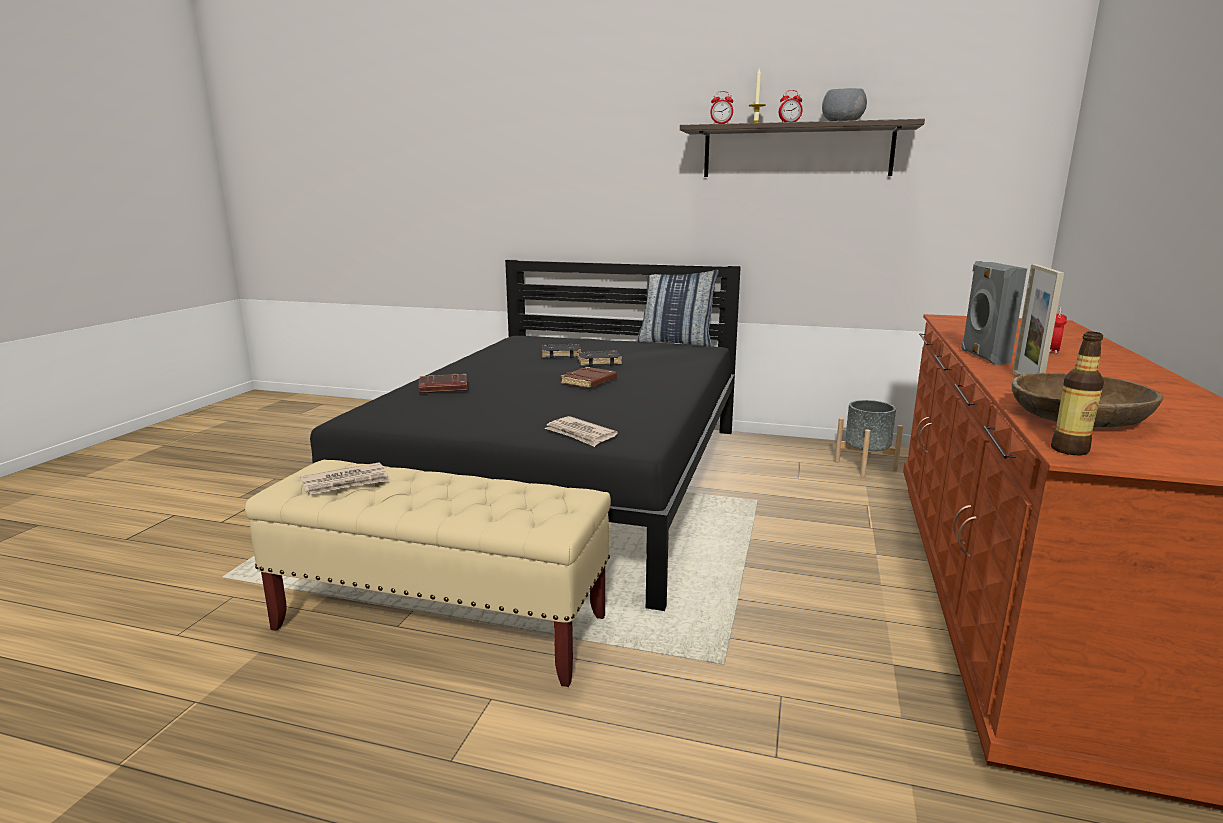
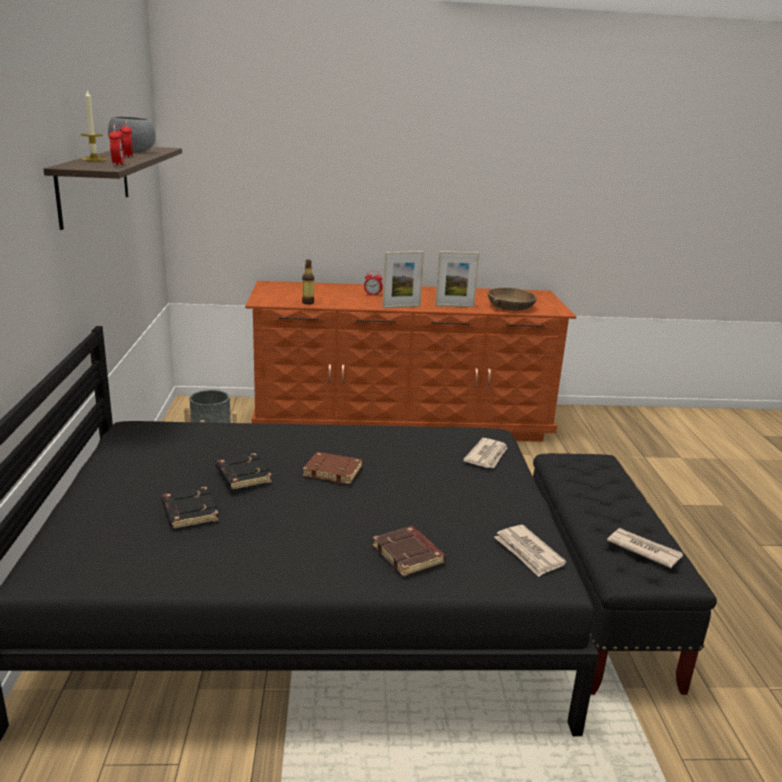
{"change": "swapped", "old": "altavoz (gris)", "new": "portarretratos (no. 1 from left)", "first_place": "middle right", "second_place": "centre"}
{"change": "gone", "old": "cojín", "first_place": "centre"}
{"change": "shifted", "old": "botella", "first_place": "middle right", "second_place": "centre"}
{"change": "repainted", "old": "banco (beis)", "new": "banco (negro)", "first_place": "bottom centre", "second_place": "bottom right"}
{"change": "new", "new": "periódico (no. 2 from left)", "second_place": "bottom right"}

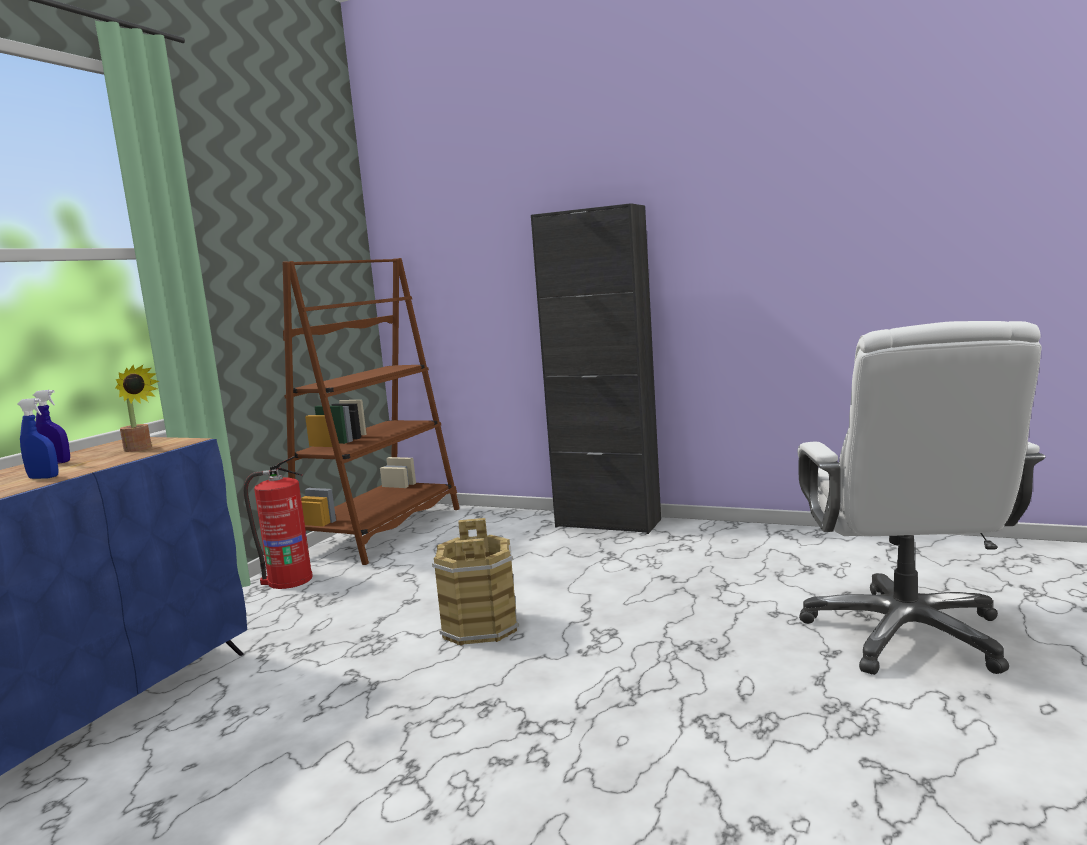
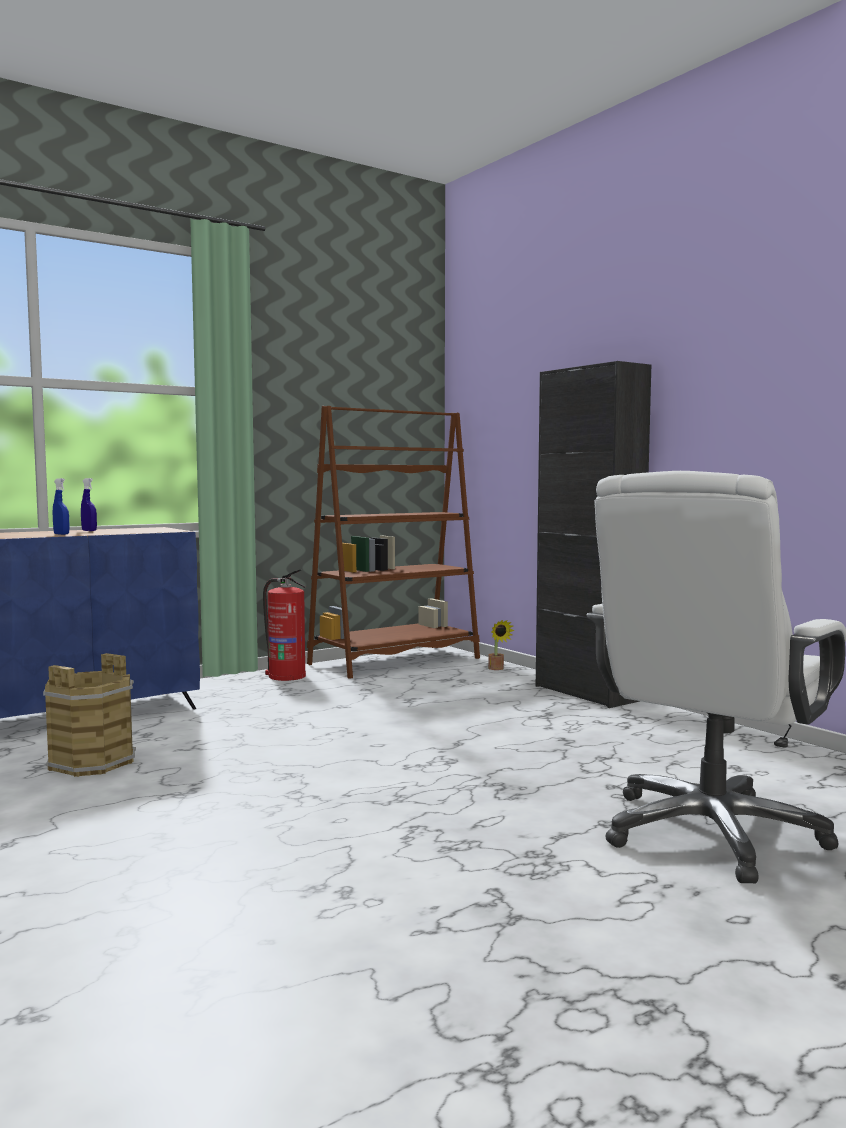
{"change": "shifted", "old": "planta en maceta", "first_place": "middle left", "second_place": "centre"}
{"change": "shifted", "old": "cubo (marrón)", "first_place": "bottom centre", "second_place": "middle left"}

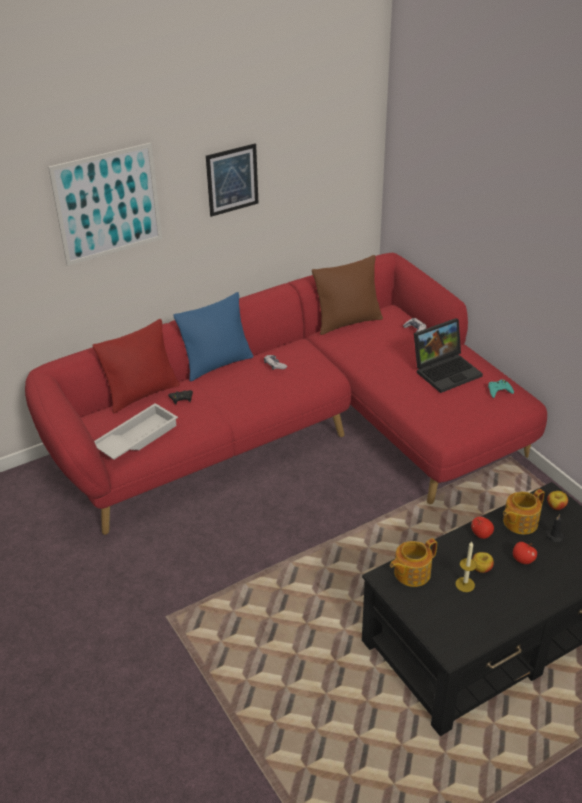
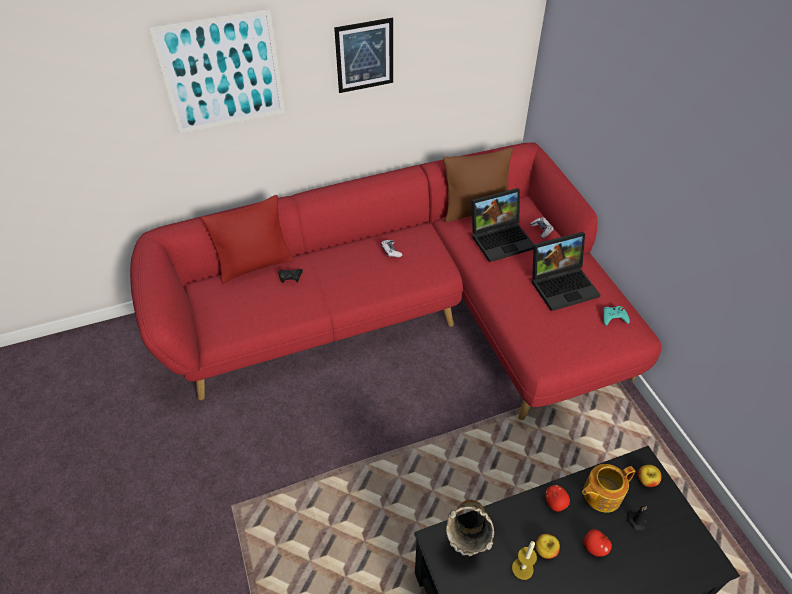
{"change": "gone", "old": "cojín (azul)", "first_place": "centre"}
{"change": "gone", "old": "bandeja (blanco)", "first_place": "middle left"}
{"change": "swapped", "old": "tetera (no. 1 from left)", "new": "florero (beis)", "first_place": "bottom right", "second_place": "bottom centre"}
{"change": "new", "new": "portátil (no. 1 from left)", "second_place": "centre"}

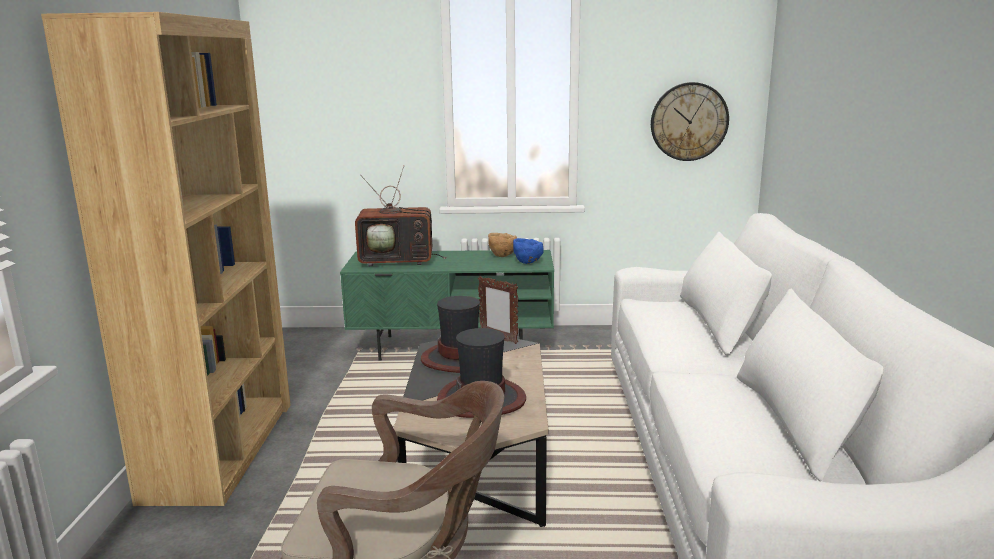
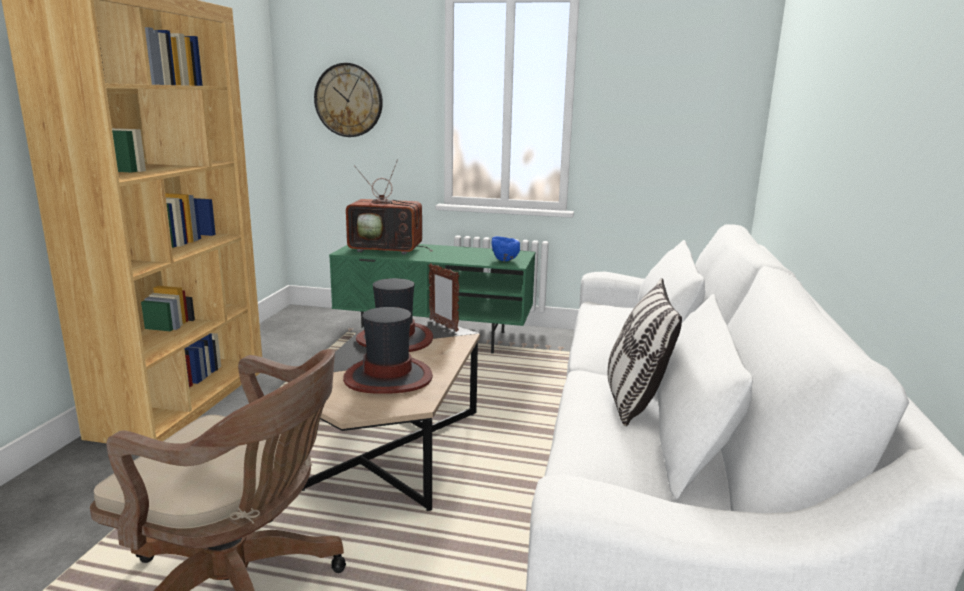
{"change": "shifted", "old": "reloj de pared", "first_place": "top right", "second_place": "top centre"}
{"change": "gone", "old": "cuenco (marrón)", "first_place": "centre"}
{"change": "new", "new": "cojín", "second_place": "middle right"}

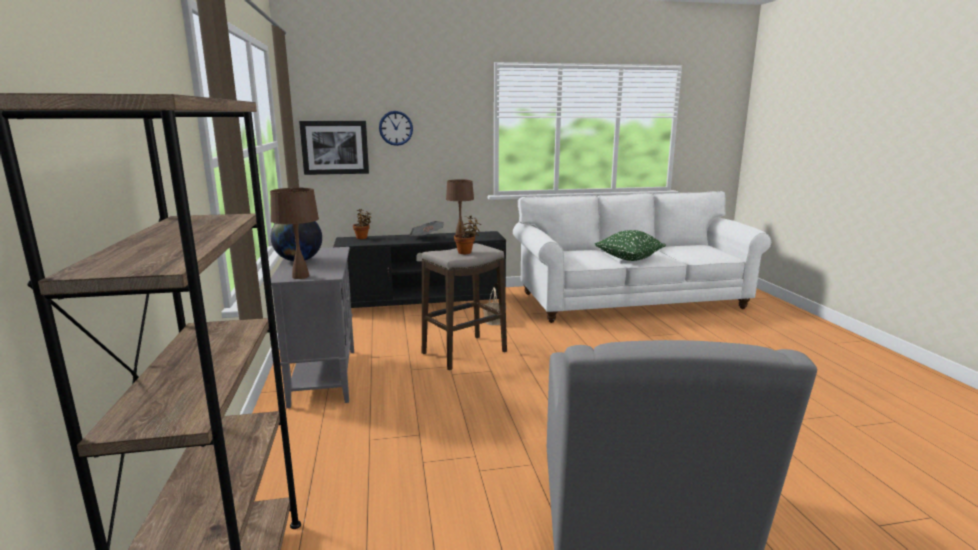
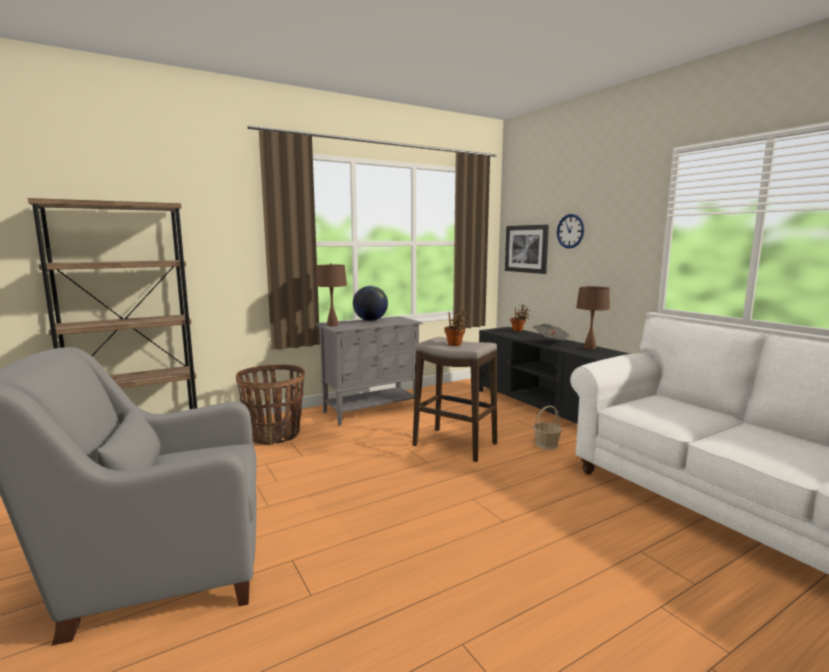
{"change": "gone", "old": "cojín (verde)", "first_place": "centre"}
{"change": "new", "new": "cesta (no. 1 from left)", "second_place": "middle left"}

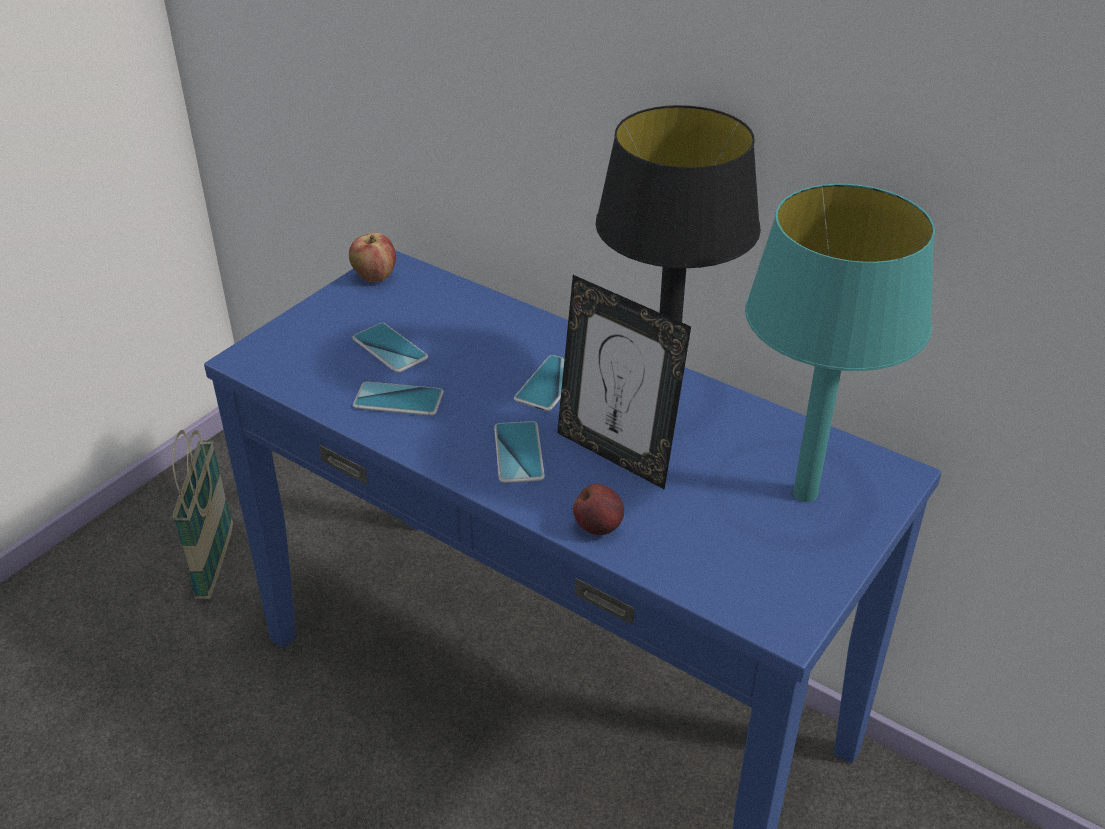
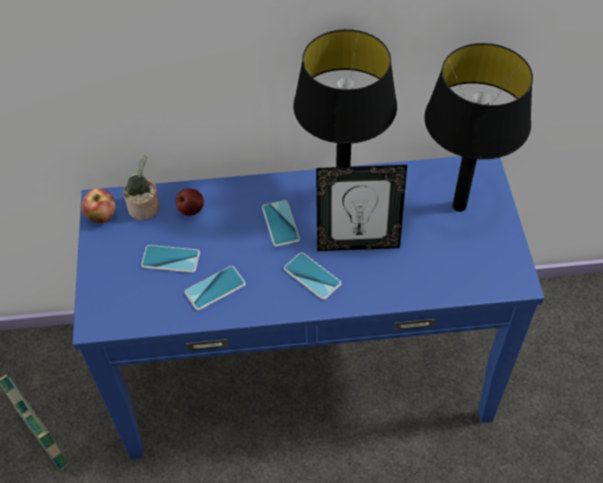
{"change": "repainted", "old": "lámpara de mesa (turquesa)", "new": "lámpara de mesa (negro) (no. 2 from left)", "first_place": "middle right", "second_place": "top right"}
{"change": "shifted", "old": "manzana (no. 2 from left)", "first_place": "centre", "second_place": "middle left"}
{"change": "new", "new": "planta en maceta", "second_place": "middle left"}

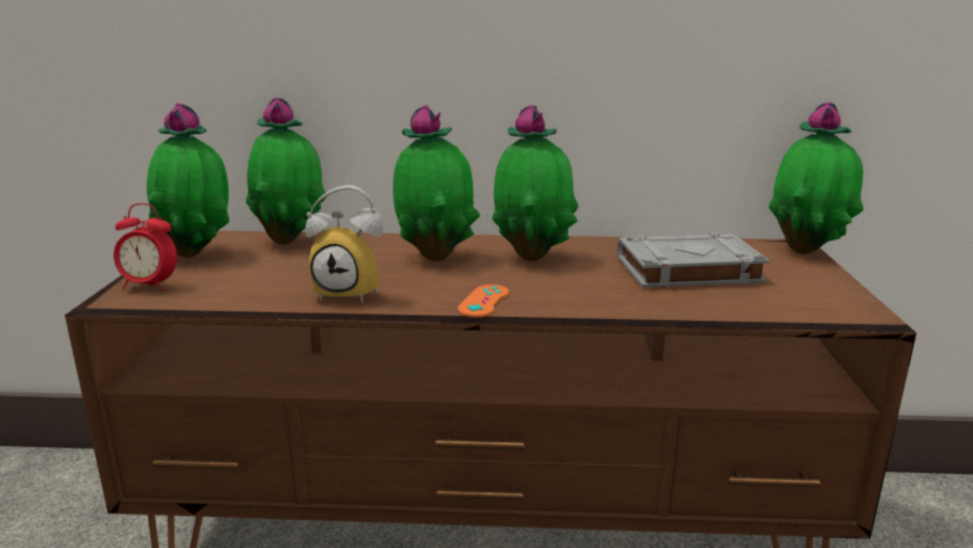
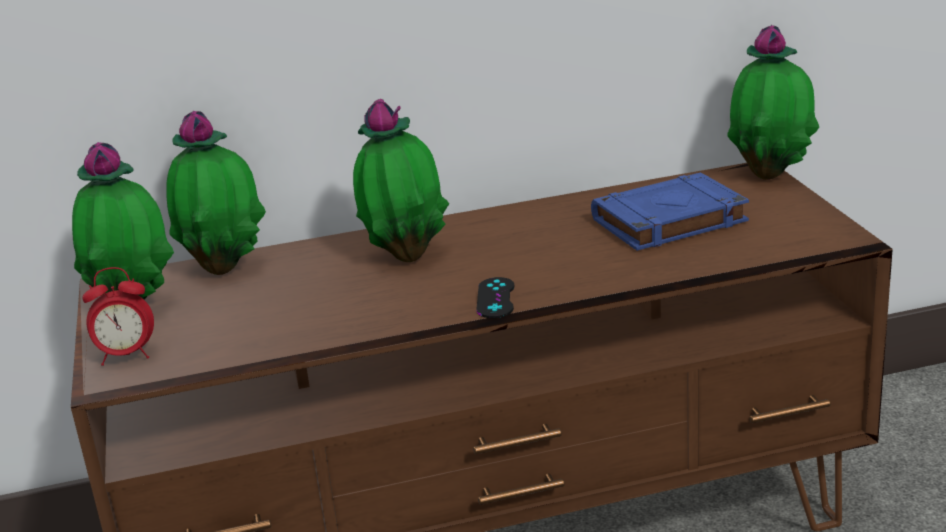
{"change": "gone", "old": "planta en maceta (no. 4 from left)", "first_place": "centre"}
{"change": "gone", "old": "despertador (no. 2 from left)", "first_place": "centre"}
{"change": "repainted", "old": "libro (gris)", "new": "libro (azul)", "first_place": "middle right", "second_place": "middle right"}
{"change": "repainted", "old": "mando de consola (naranja)", "new": "mando de consola (negro)", "first_place": "centre", "second_place": "centre"}

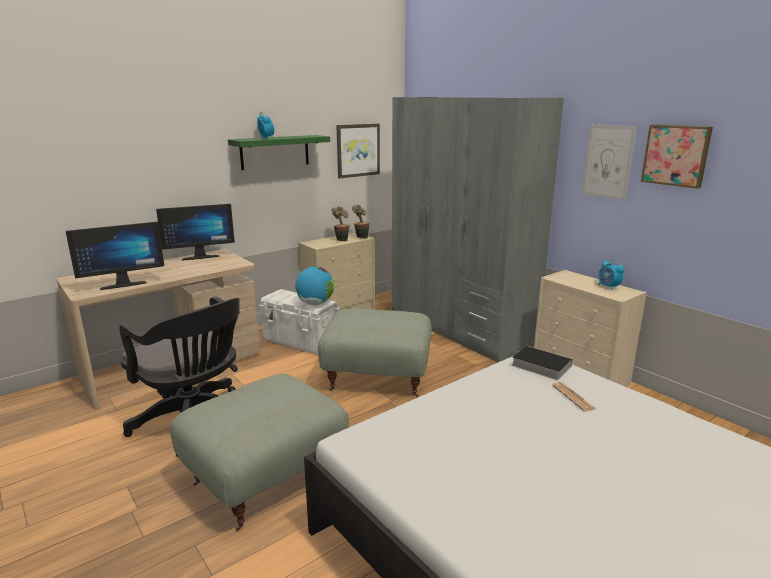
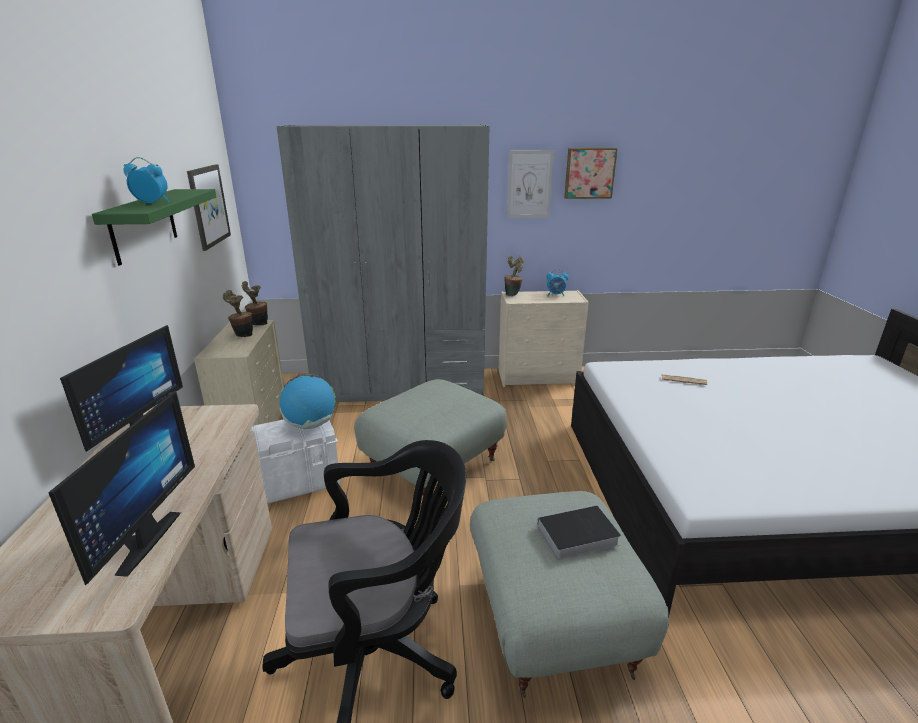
{"change": "shifted", "old": "libro", "first_place": "middle right", "second_place": "bottom centre"}
{"change": "new", "new": "planta en maceta (no. 3 from left)", "second_place": "centre"}

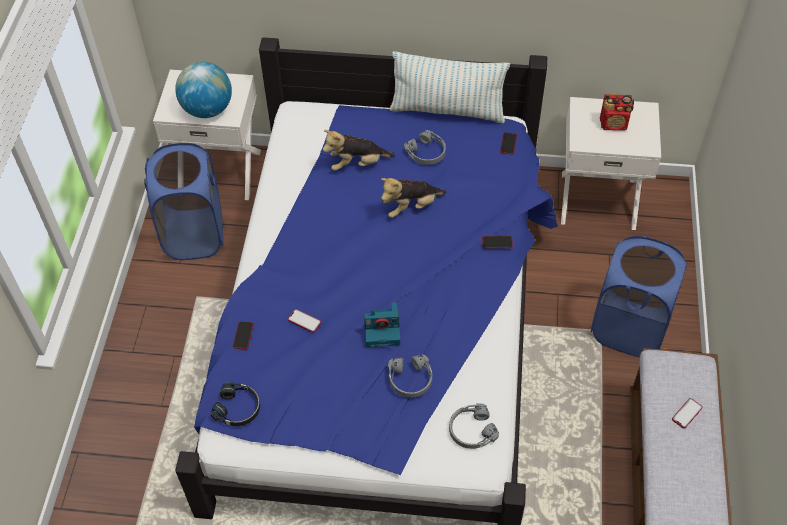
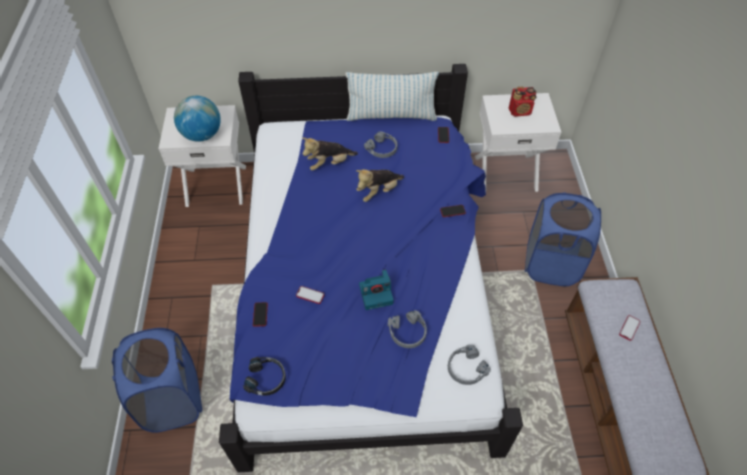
{"change": "shifted", "old": "cesto de la ropa (azul) (no. 1 from left)", "first_place": "middle left", "second_place": "bottom left"}

